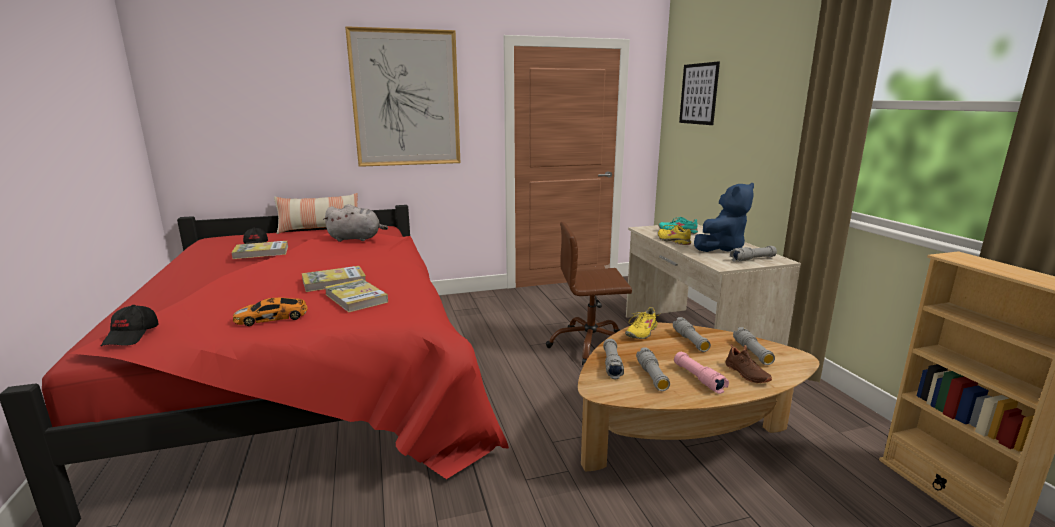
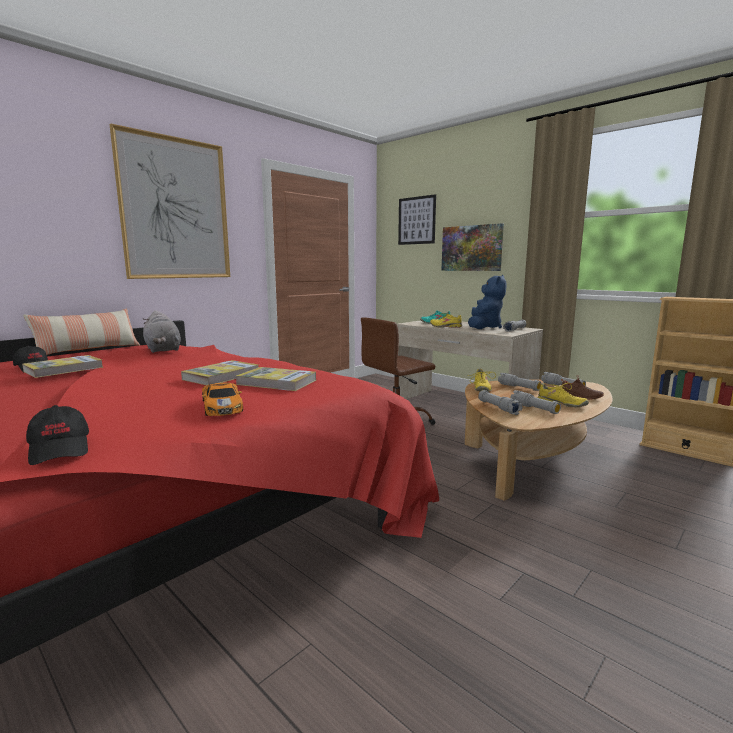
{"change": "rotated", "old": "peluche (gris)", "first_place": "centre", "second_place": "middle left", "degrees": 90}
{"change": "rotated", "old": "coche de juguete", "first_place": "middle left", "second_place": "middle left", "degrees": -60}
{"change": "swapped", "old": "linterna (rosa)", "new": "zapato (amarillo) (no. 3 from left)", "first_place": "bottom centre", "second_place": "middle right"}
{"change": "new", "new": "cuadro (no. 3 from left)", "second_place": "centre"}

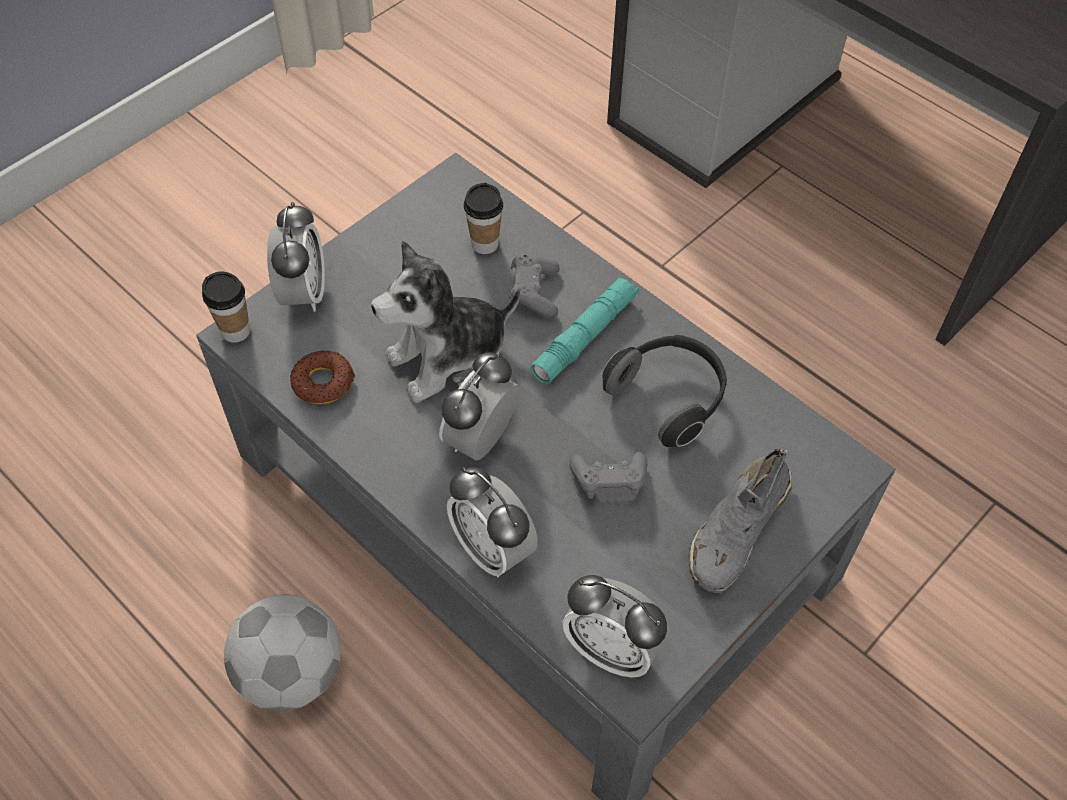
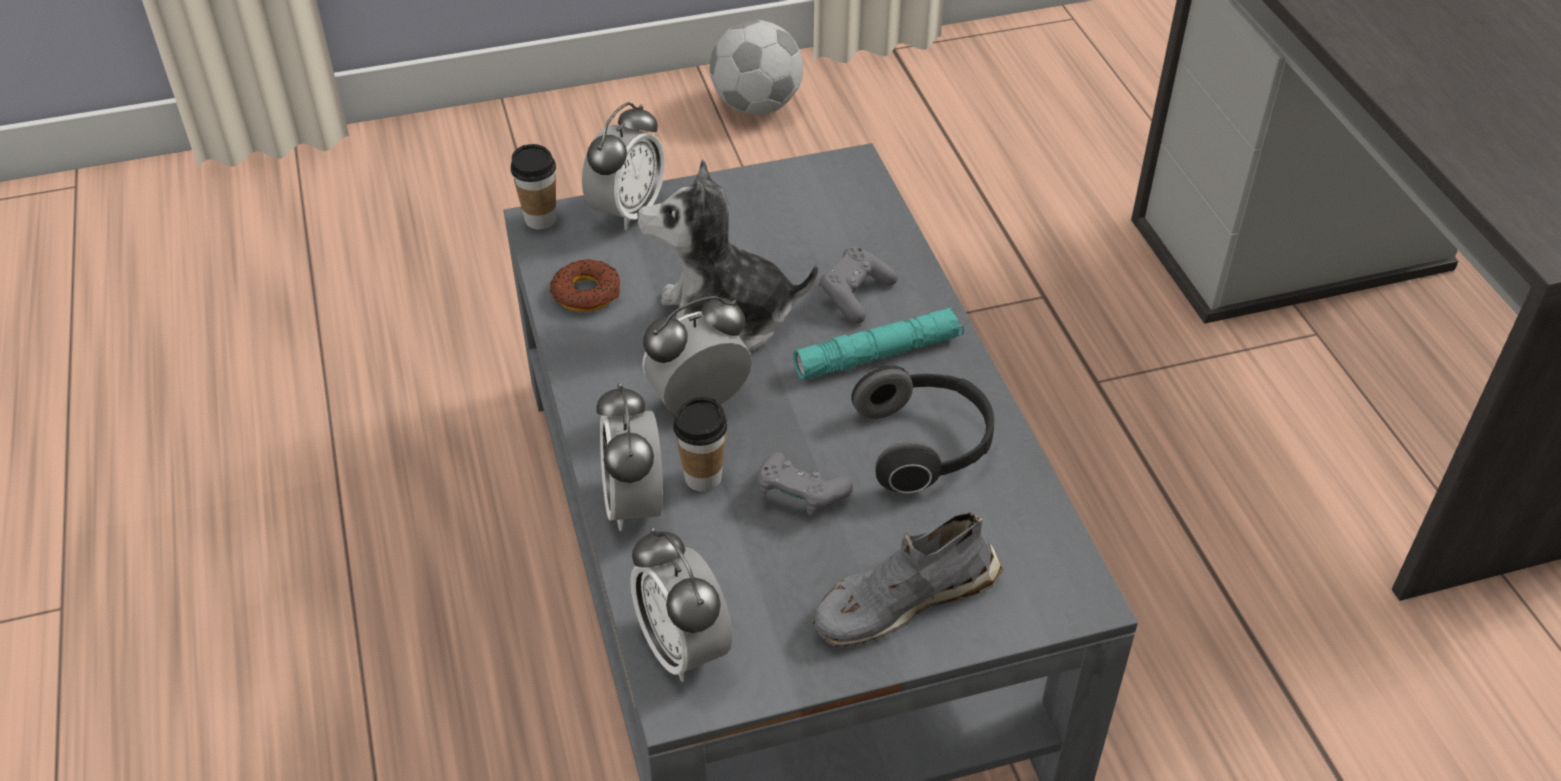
{"change": "shifted", "old": "taza (no. 2 from left)", "first_place": "top centre", "second_place": "centre"}
{"change": "shifted", "old": "balón de fútbol", "first_place": "bottom left", "second_place": "top centre"}

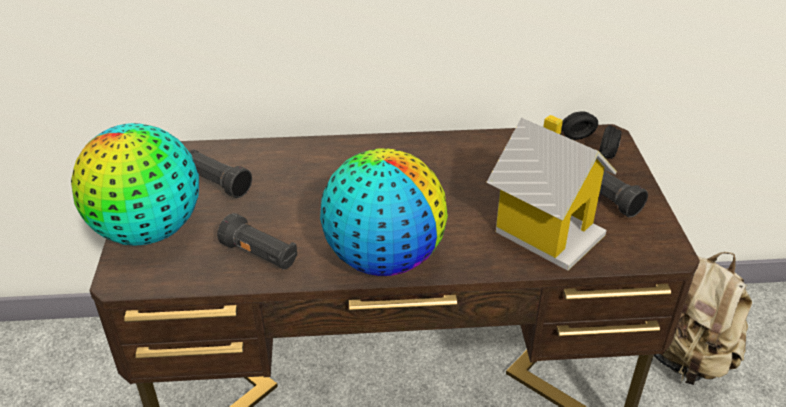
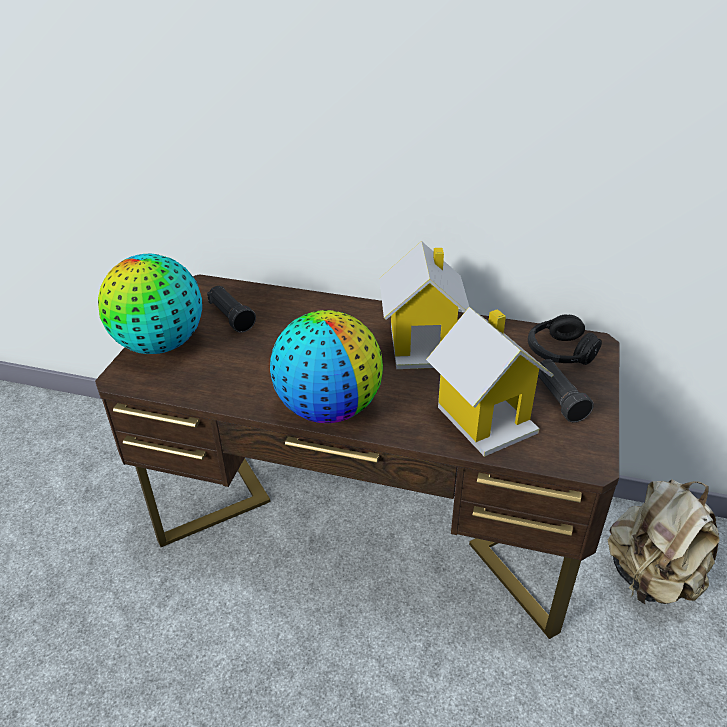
{"change": "gone", "old": "linterna (negro) (no. 2 from left)", "first_place": "middle left"}
{"change": "new", "new": "casita (no. 1 from left)", "second_place": "centre"}

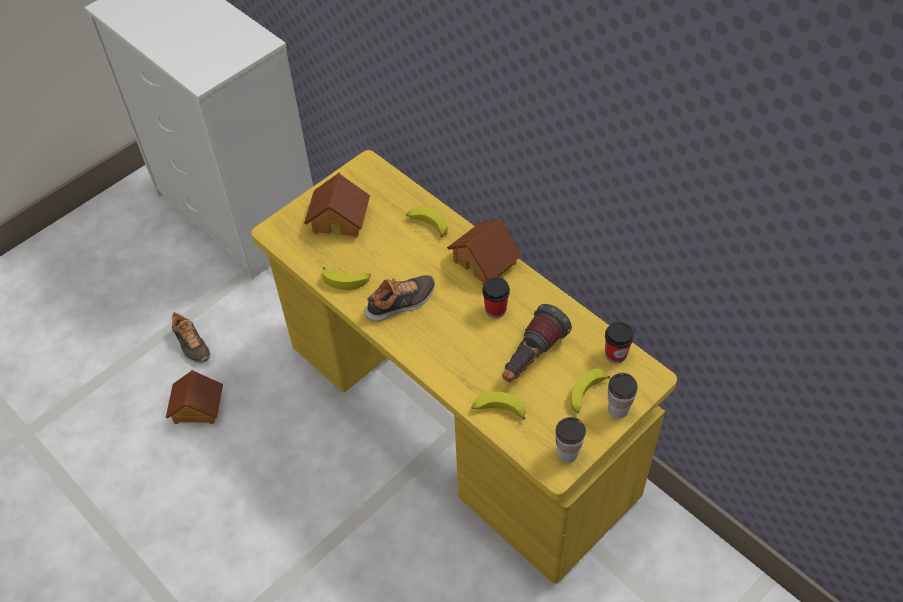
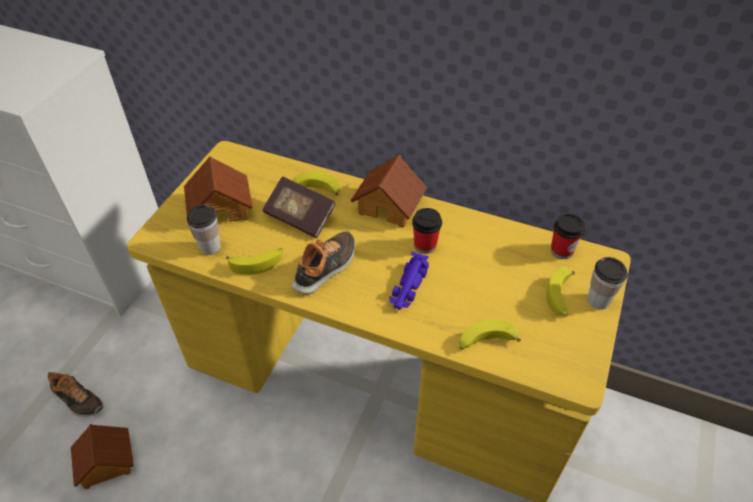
{"change": "gone", "old": "linterna", "first_place": "centre"}
{"change": "shifted", "old": "taza (no. 2 from left in the first image)", "new": "taza (no. 1 from left)", "first_place": "bottom centre", "second_place": "middle left"}
{"change": "new", "new": "libro", "second_place": "centre"}
{"change": "new", "new": "coche de juguete (morado)", "second_place": "centre"}

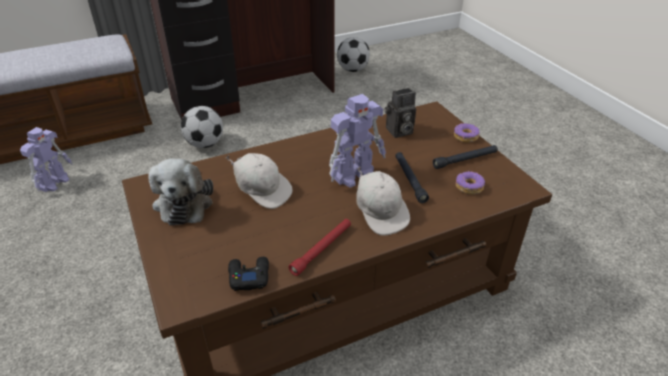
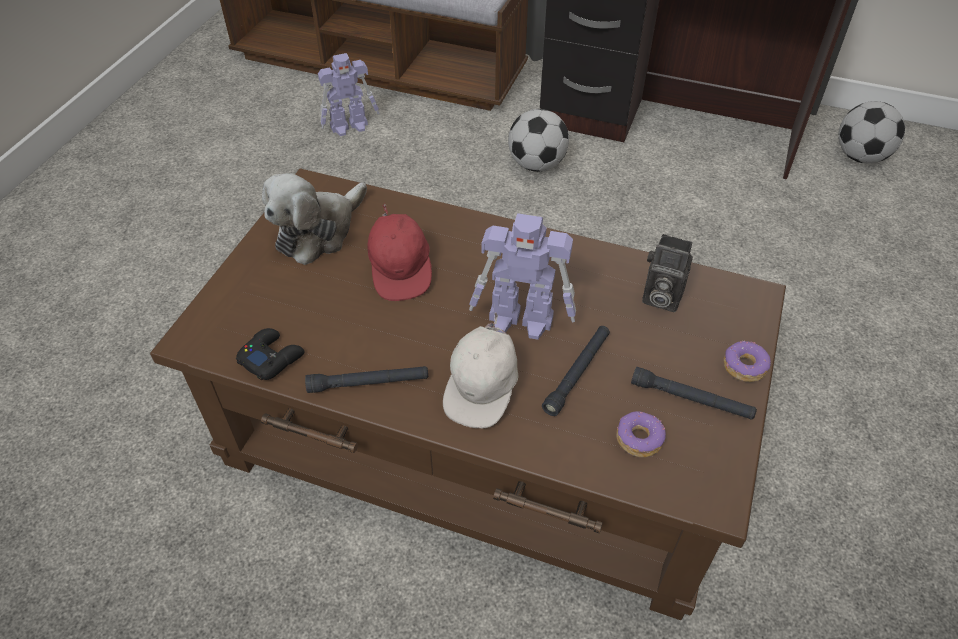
{"change": "repainted", "old": "gorra (blanco) (no. 1 from left)", "new": "gorra (rojo)", "first_place": "centre", "second_place": "centre"}
{"change": "repainted", "old": "linterna (rojo)", "new": "linterna (negro) (no. 1 from left)", "first_place": "centre", "second_place": "centre"}

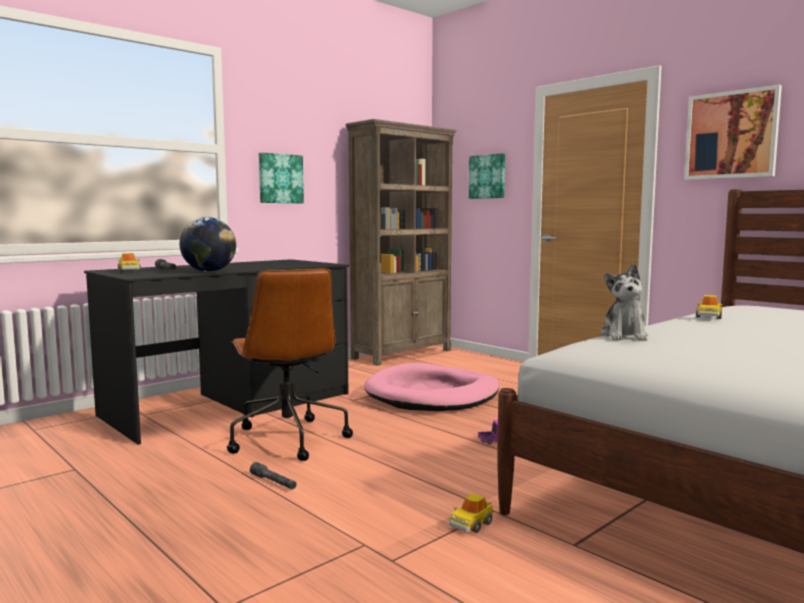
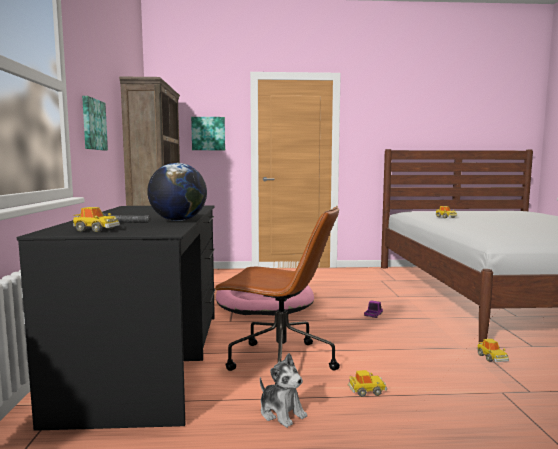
{"change": "gone", "old": "cuadro (no. 3 from left)", "first_place": "top right"}
{"change": "shifted", "old": "peluche", "first_place": "middle right", "second_place": "bottom centre"}
{"change": "swapped", "old": "linterna (gris) (no. 2 from left)", "new": "coche de juguete (no. 2 from left)", "first_place": "bottom centre", "second_place": "bottom centre"}

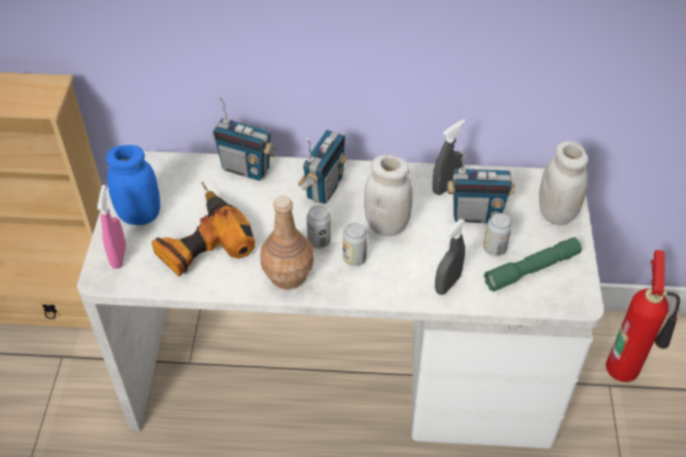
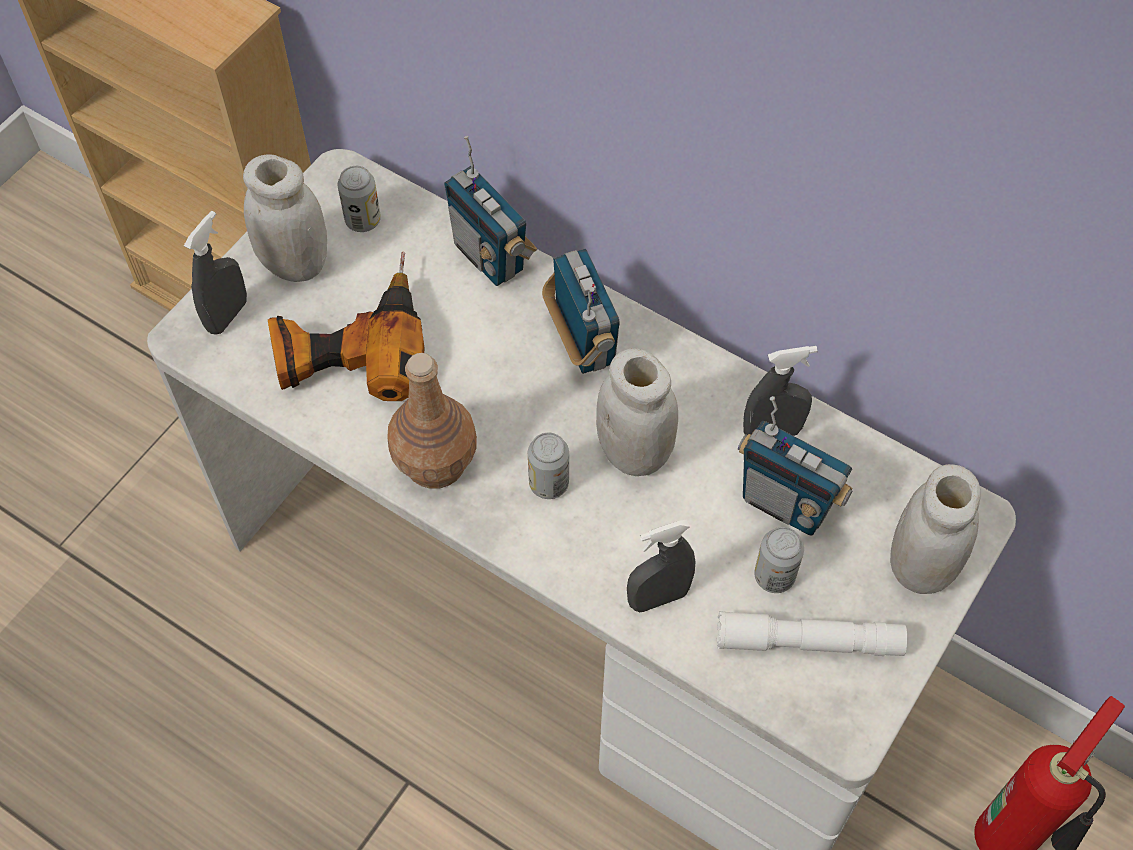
{"change": "rotated", "old": "radio (no. 2 from left)", "first_place": "centre", "second_place": "centre", "degrees": -75}
{"change": "repainted", "old": "tarro (azul)", "new": "tarro (blanco) (no. 1 from left)", "first_place": "middle left", "second_place": "top left"}
{"change": "repainted", "old": "pulverizador (rosa)", "new": "pulverizador (gris) (no. 1 from left)", "first_place": "middle left", "second_place": "top left"}
{"change": "shifted", "old": "lata (no. 1 from left)", "first_place": "centre", "second_place": "top left"}
{"change": "repainted", "old": "linterna (verde)", "new": "linterna (blanco)", "first_place": "middle right", "second_place": "bottom right"}

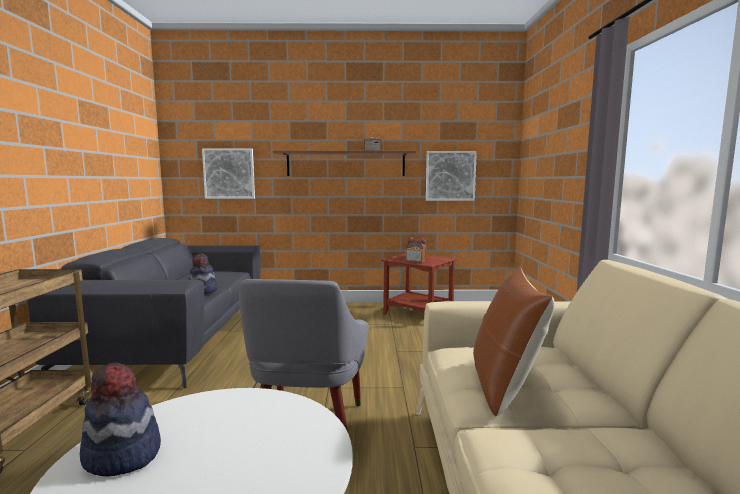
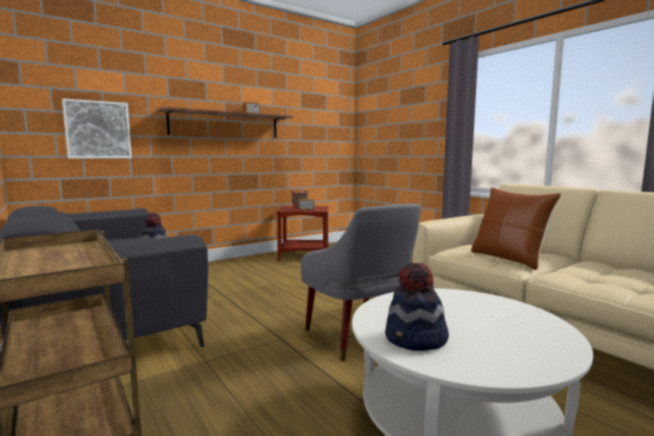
{"change": "gone", "old": "cuadro (no. 2 from left)", "first_place": "centre"}

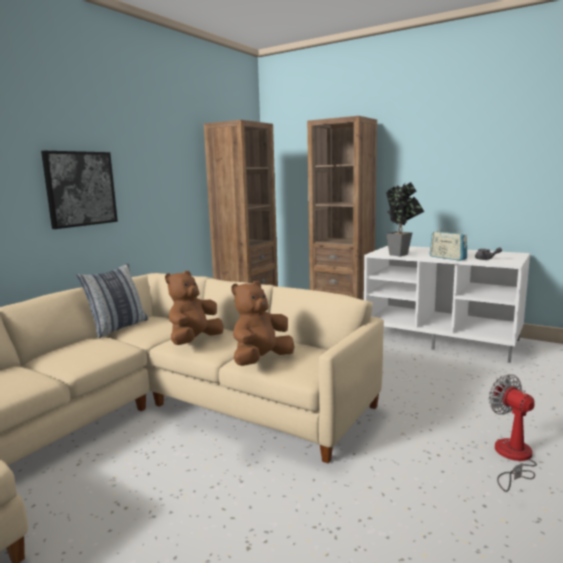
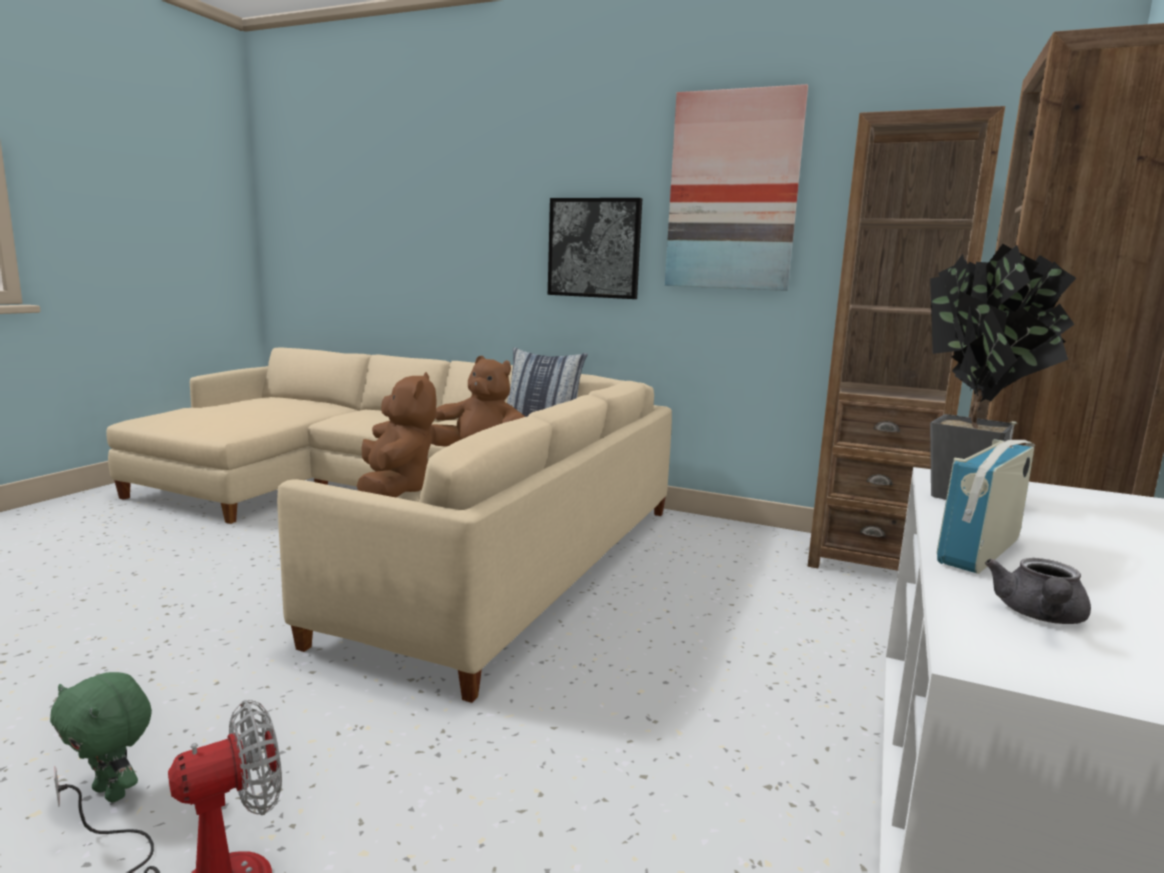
{"change": "rotated", "old": "peluche (marrón) (no. 2 from left in the first image)", "first_place": "centre", "second_place": "centre", "degrees": 45}
{"change": "new", "new": "cuadro (no. 2 from left)", "second_place": "top centre"}
{"change": "new", "new": "peluche (verde)", "second_place": "bottom left"}

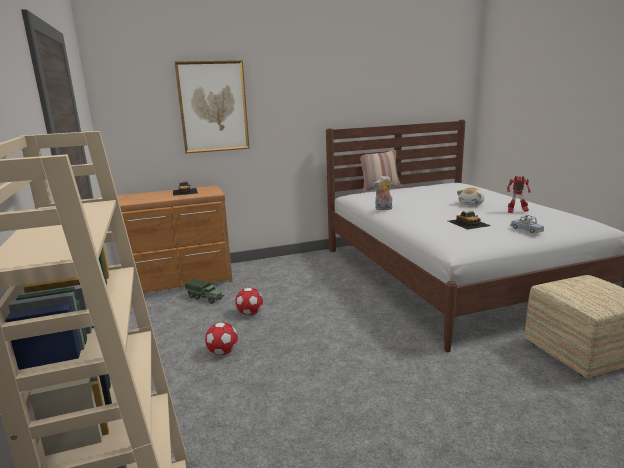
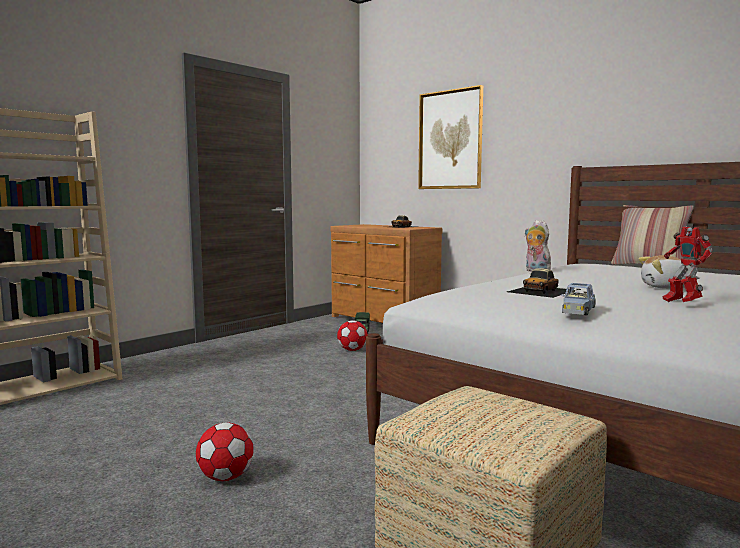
{"change": "shifted", "old": "balón de fútbol (no. 1 from left)", "first_place": "bottom centre", "second_place": "bottom left"}

